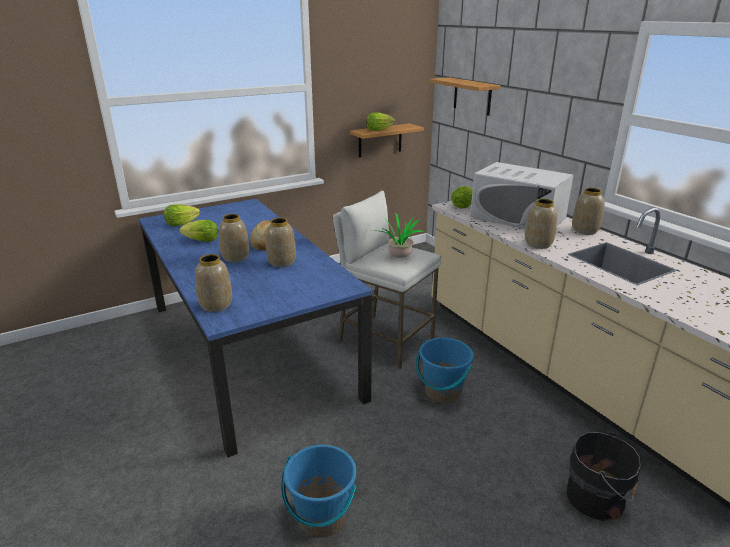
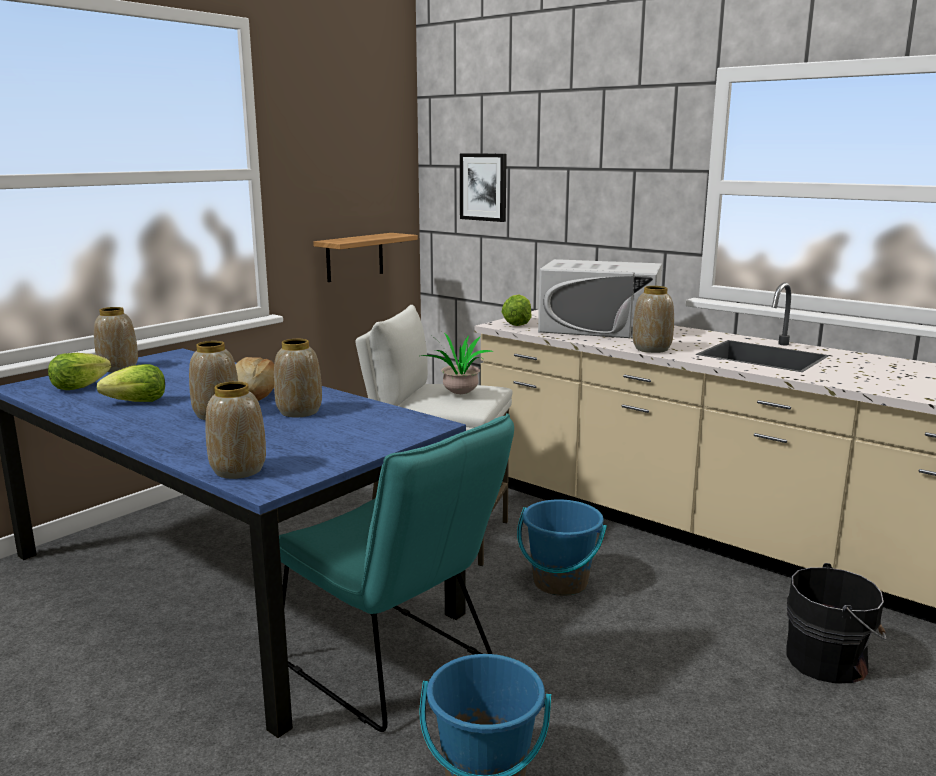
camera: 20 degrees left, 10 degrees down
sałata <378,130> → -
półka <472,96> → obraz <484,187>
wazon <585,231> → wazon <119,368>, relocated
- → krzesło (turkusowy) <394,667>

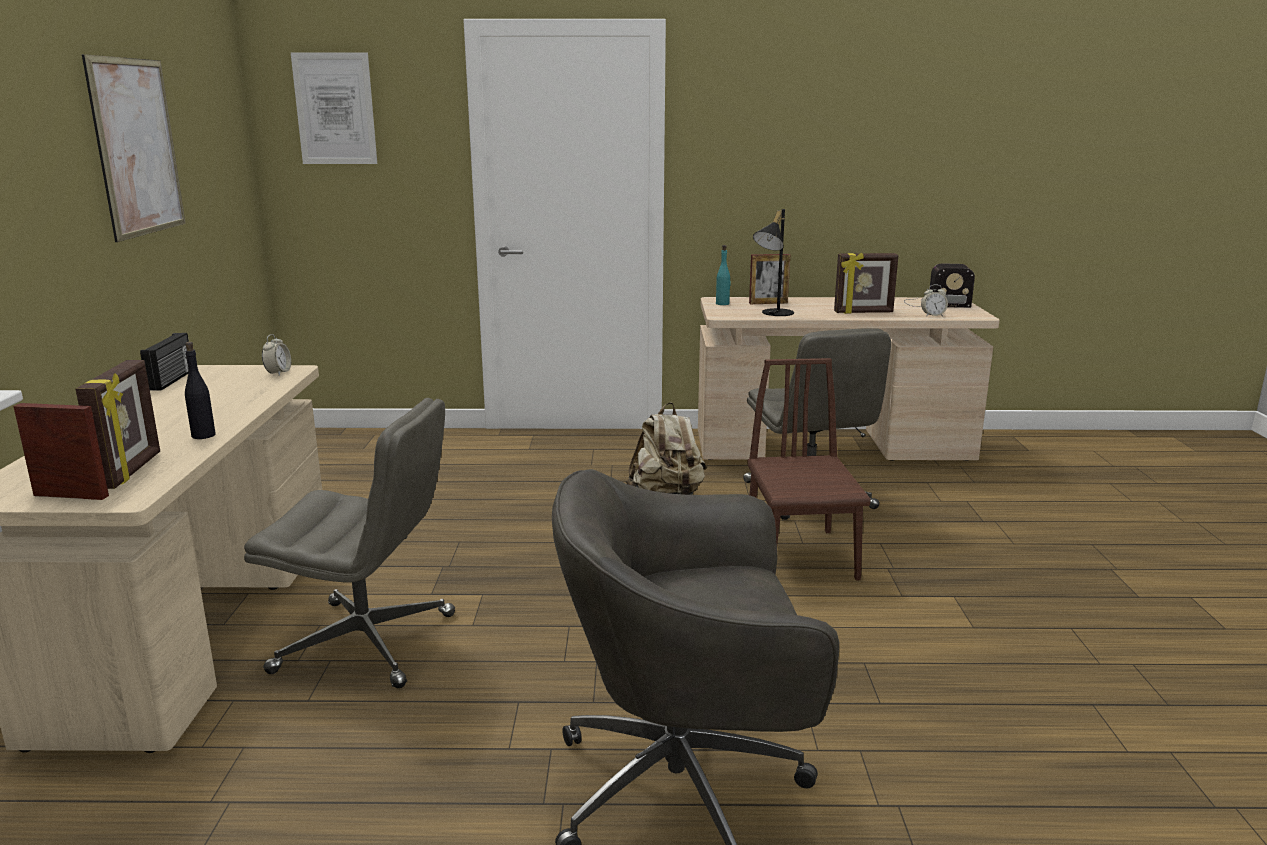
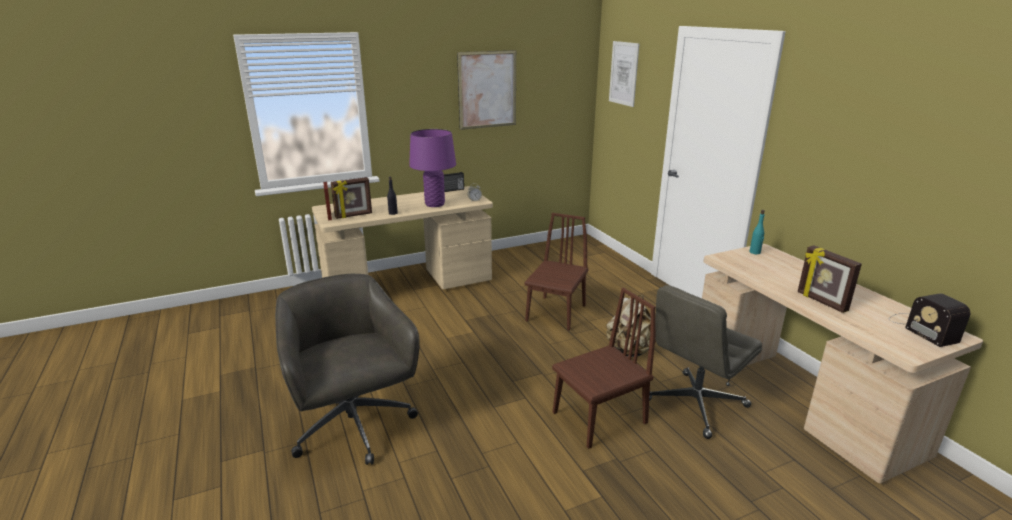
camera: 65 degrees right, 5 degrees up
krzesło biurowe (szary) <368,643> → -
ramka na zdjęcie <768,303> → -
lampa stołowa (czarny) <772,313> → -
budzik <933,315> → -
- → lampa stołowa (fioletowy) <435,204>
- → krzesło (brązowy) <556,313>

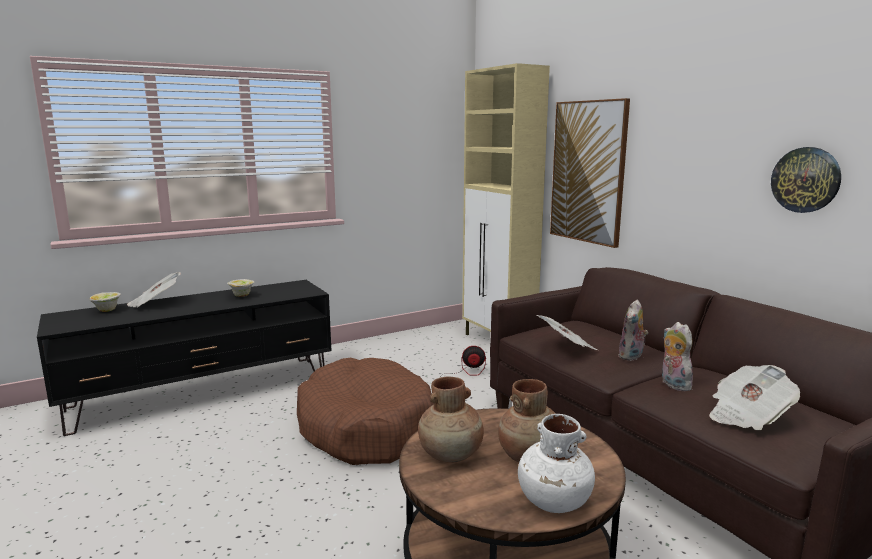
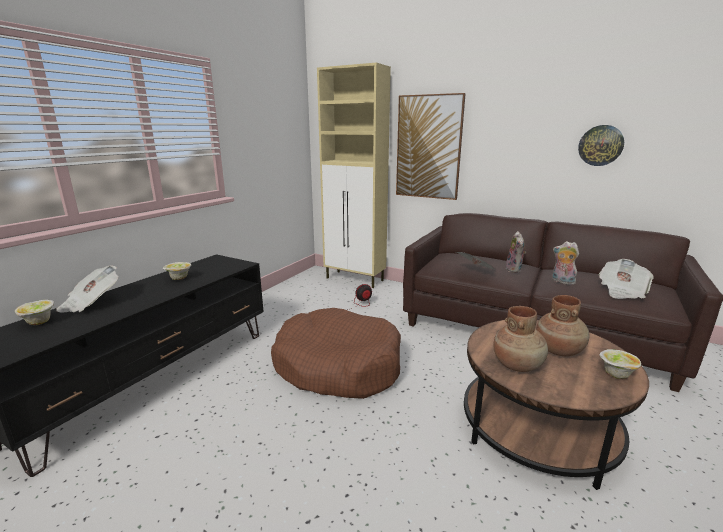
camera: 30 degrees left, 5 degrees up
wazon (biały) <553,501> → miska <615,374>

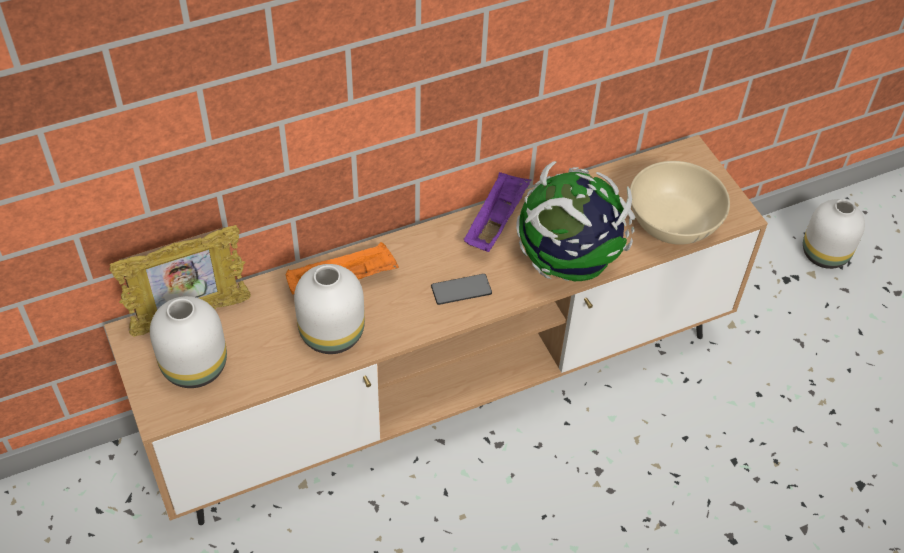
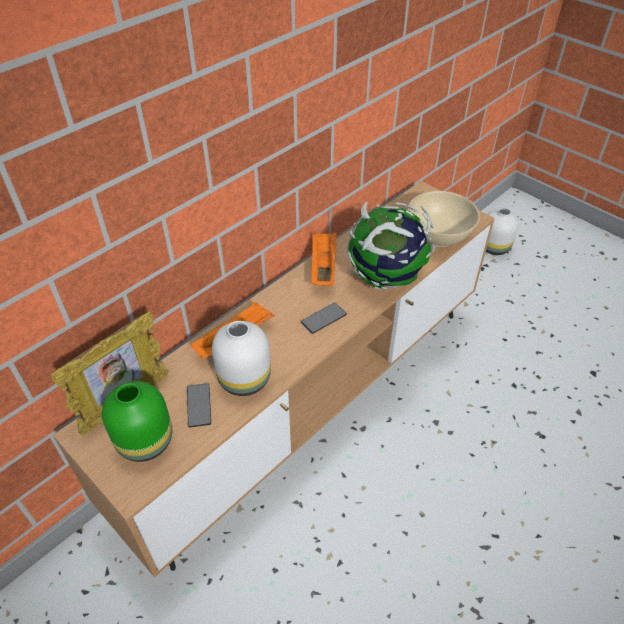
camera: 20 degrees left, 5 degrees down
wazon (biały) <197,366> → wazon (zielony) <147,440>
taca (fioletowy) <496,221> → taca (pomarańczowy) <323,267>
- → telefon <199,405>

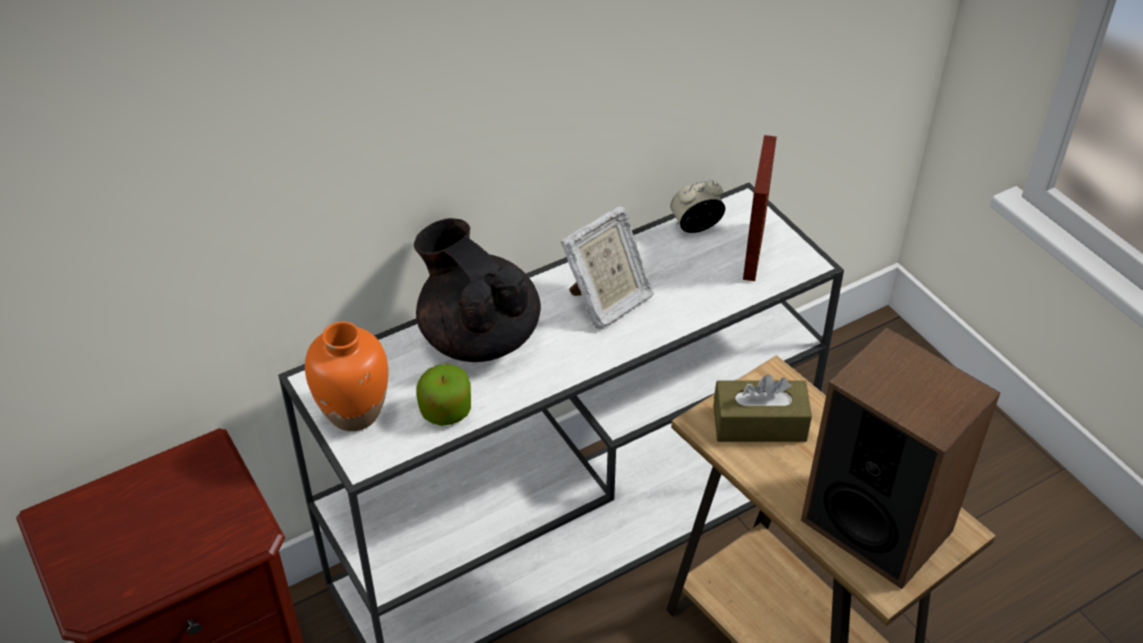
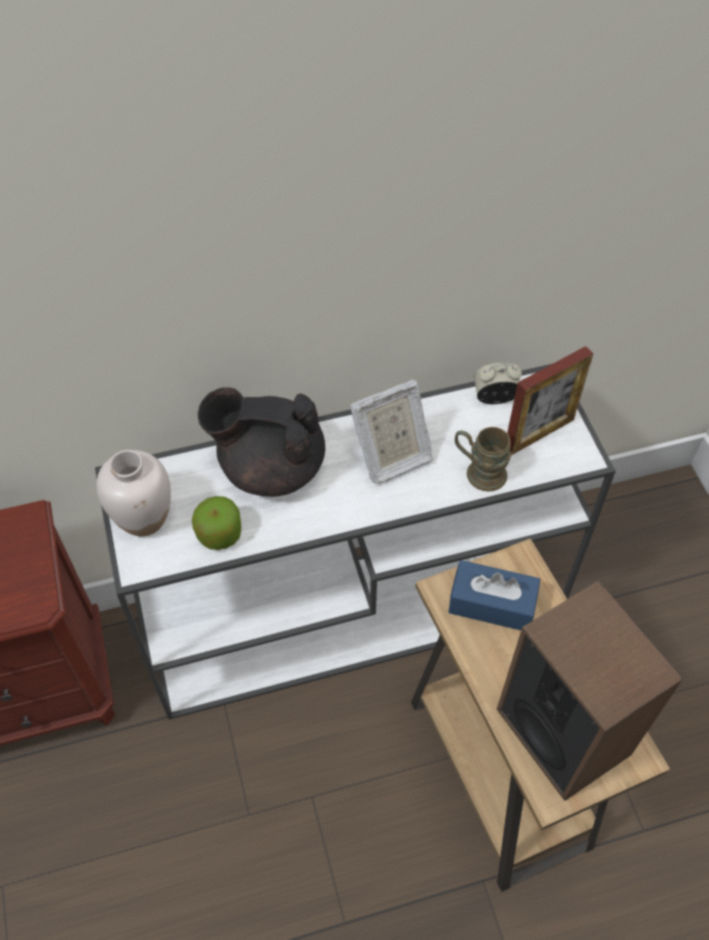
camera: 15 degrees right, 10 degrees up
wazon (pomarańczowy) <355,413> → wazon (biały) <144,518>
imbryk (czarny) <478,335> → imbryk (czarny) <270,467>, 60 degrees counterclockwise
pudełko chusteczek (brązowy) <759,423> → pudełko chusteczek (niebieski) <492,604>
ramka na zdjęcie <754,250> → ramka na zdjęcie <539,433>, 150 degrees counterclockwise
- → kubek (brązowy) <478,472>

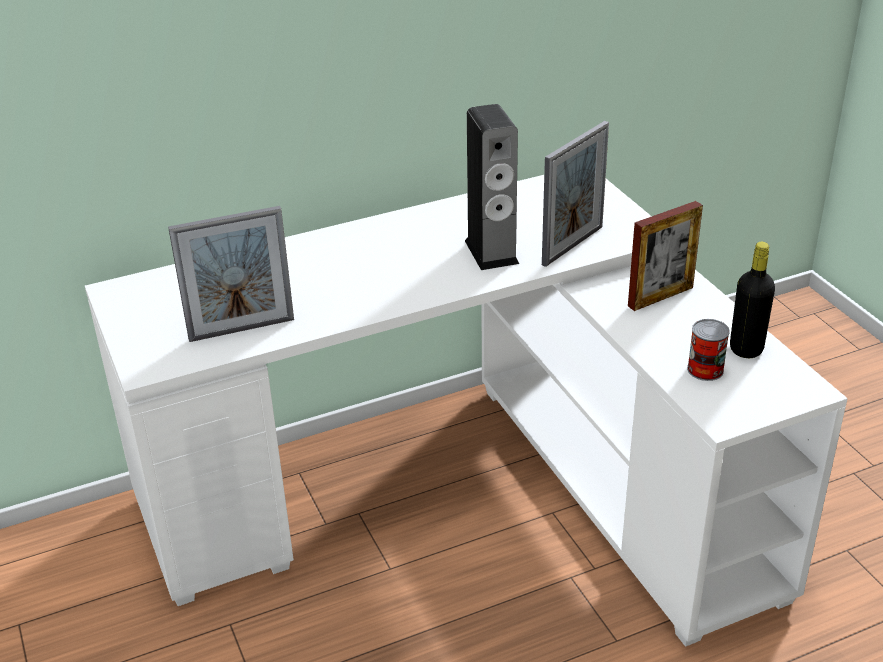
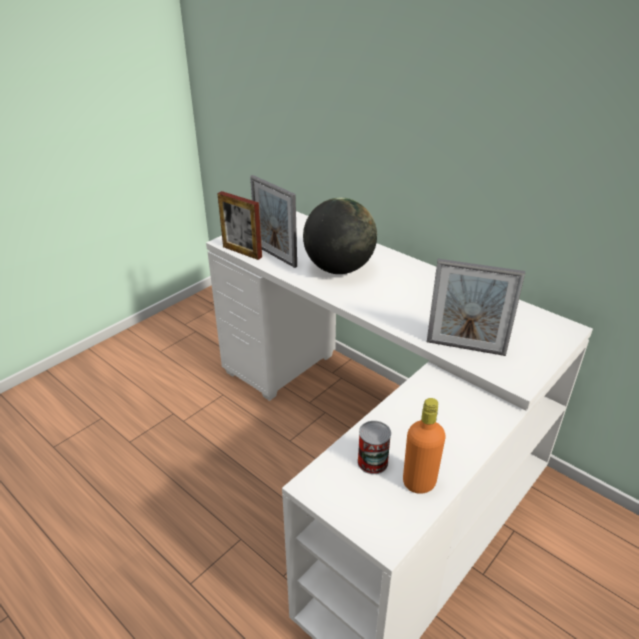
camera: 65 degrees right, 0 degrees up
głośnik <491,252> → -
ramka na zdjęcie <660,297> → ramka na zdjęcie <242,252>, relocated
butelka (czarny) <746,349> → butelka (pomarańczowy) <419,482>
- → globus <339,269>

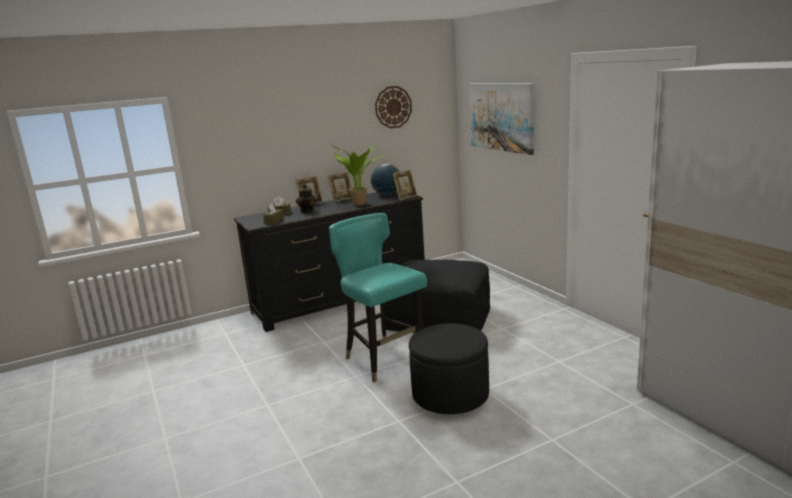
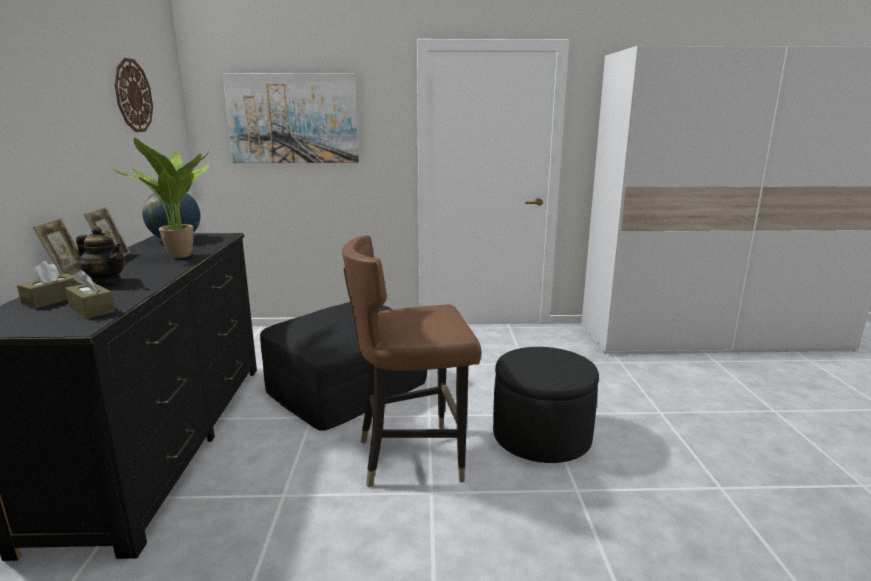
camera: 65 degrees left, 0 degrees up
krzesło (turkusowy) <384,360> → krzesło (brązowy) <412,456>
ramka na zdjęcie <406,197> → -

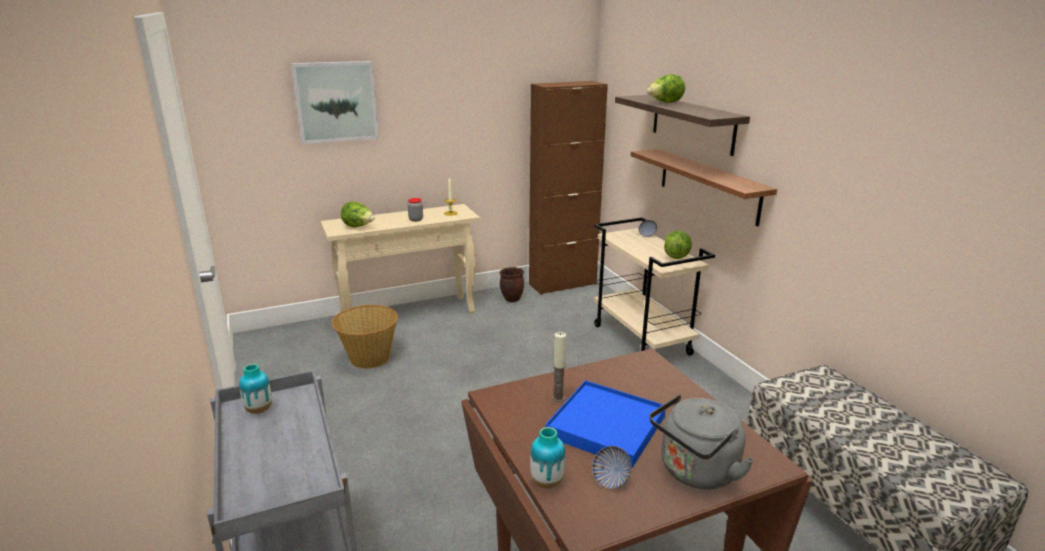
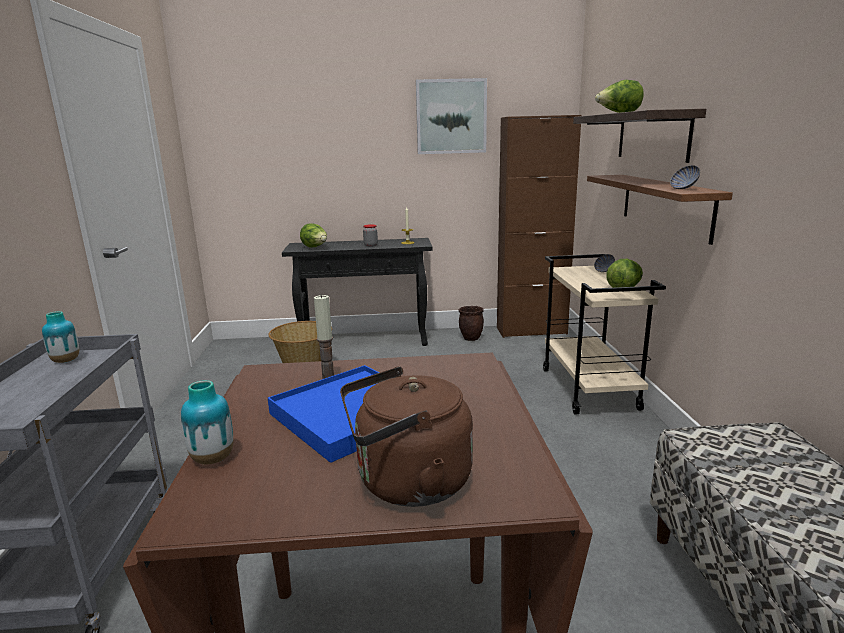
camera: 20 degrees right, 5 degrees down
obraz <336,102> → obraz <451,117>, relocated
stolik konsolowy (beżowy) <409,315> → stolik konsolowy (czarny) <365,341>
miska <610,479> → miska <683,188>, relocated
czajnik (szary) <695,472> → czajnik (brązowy) <407,483>

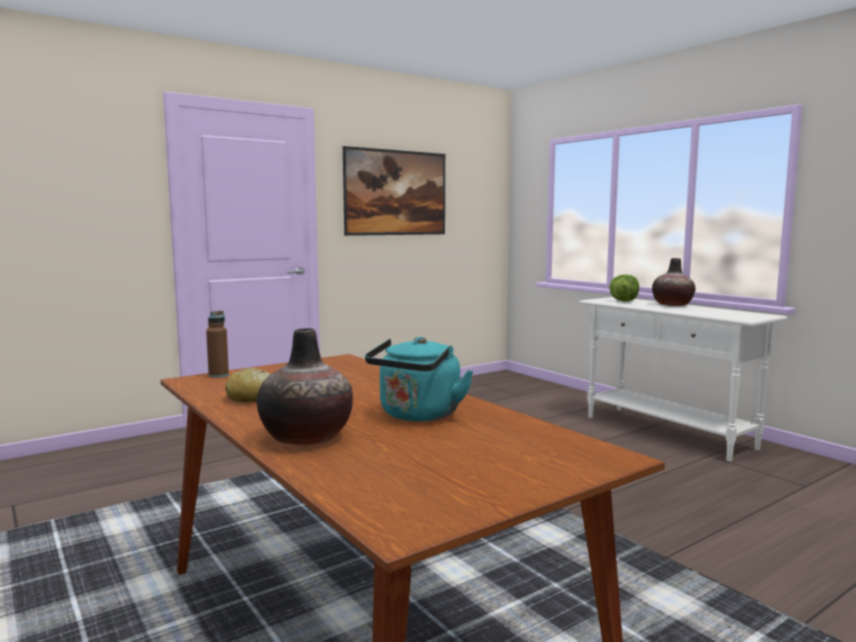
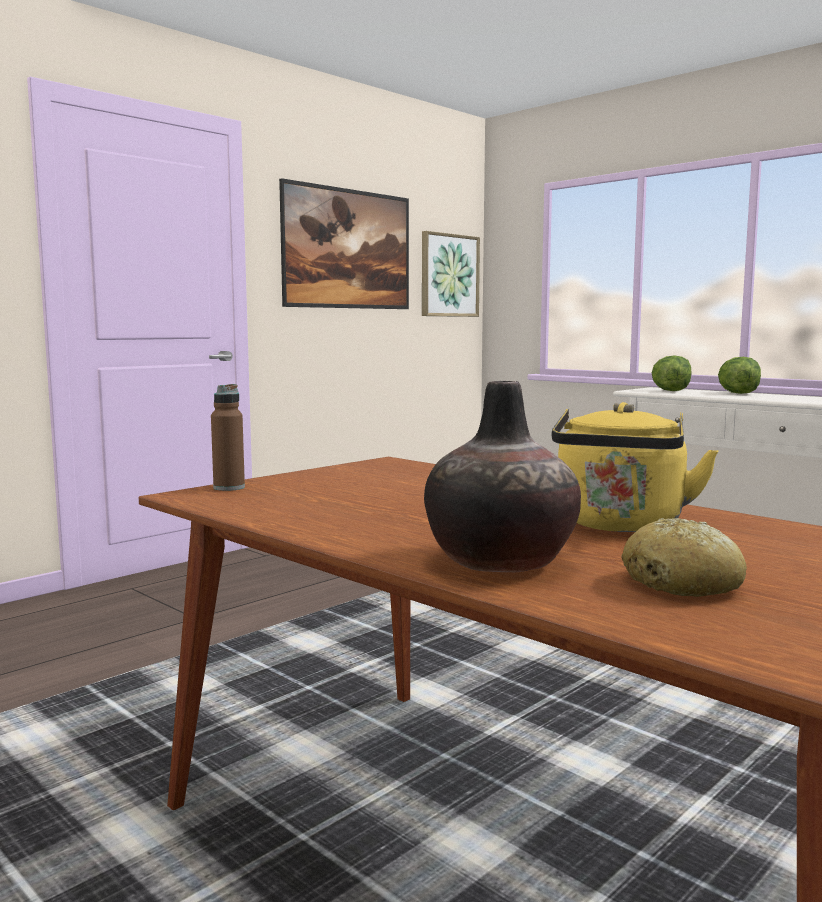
camera: 10 degrees left, 0 degrees up
chleb <252,397> → chleb <683,584>, relocated
czajnik (turkusowy) <418,415> → czajnik (żółty) <620,525>
wazon <672,305> → sałata <738,393>
- → obraz <449,275>

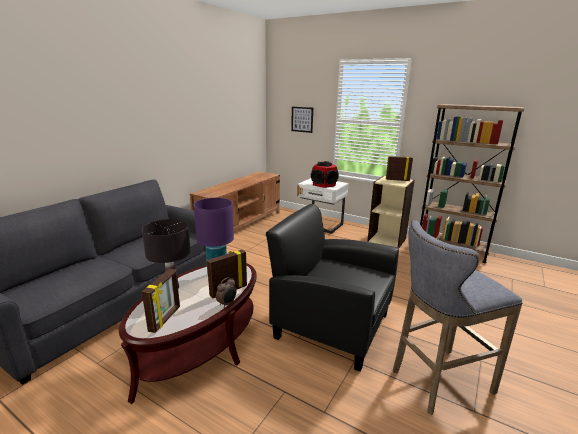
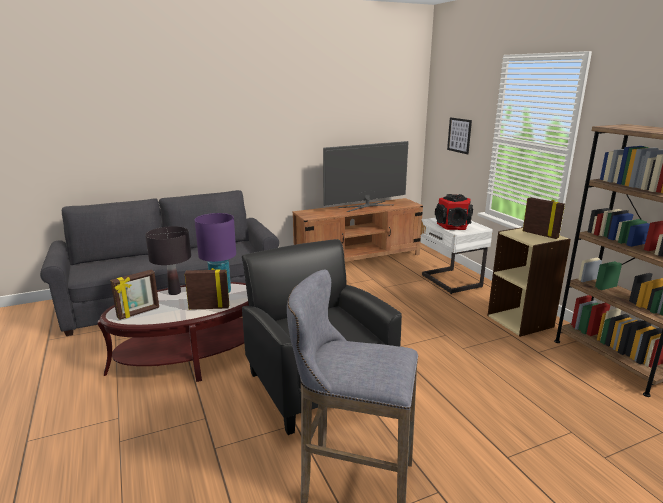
camera: 35 degrees right, 0 degrees up
budzik <227,304> → -
- → telewizor <366,206>

